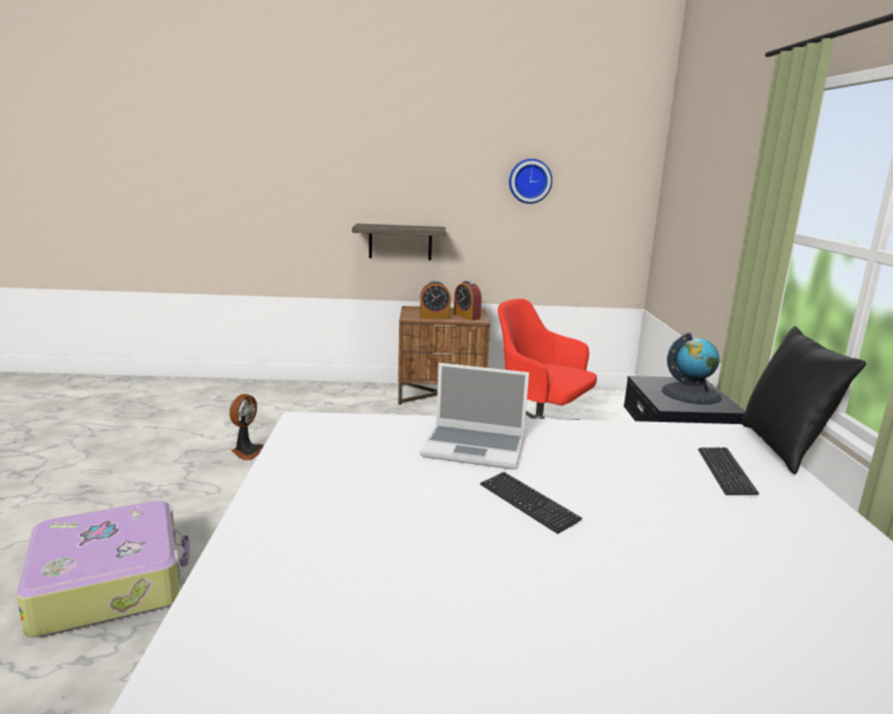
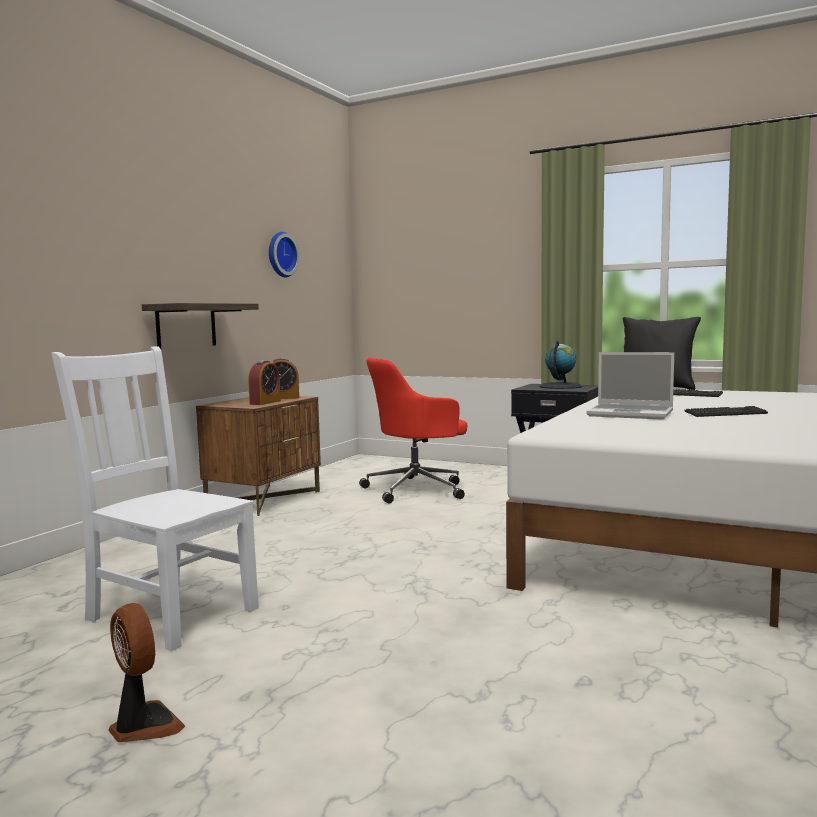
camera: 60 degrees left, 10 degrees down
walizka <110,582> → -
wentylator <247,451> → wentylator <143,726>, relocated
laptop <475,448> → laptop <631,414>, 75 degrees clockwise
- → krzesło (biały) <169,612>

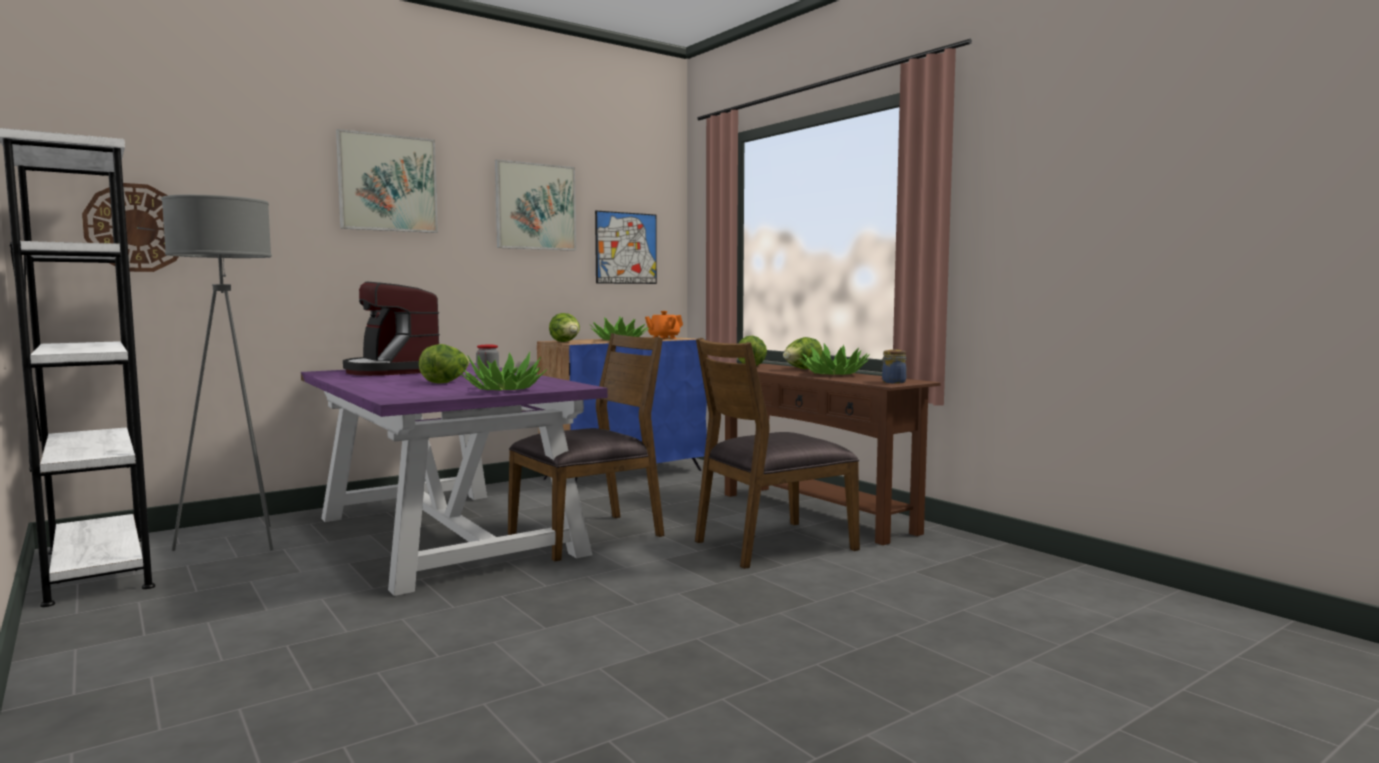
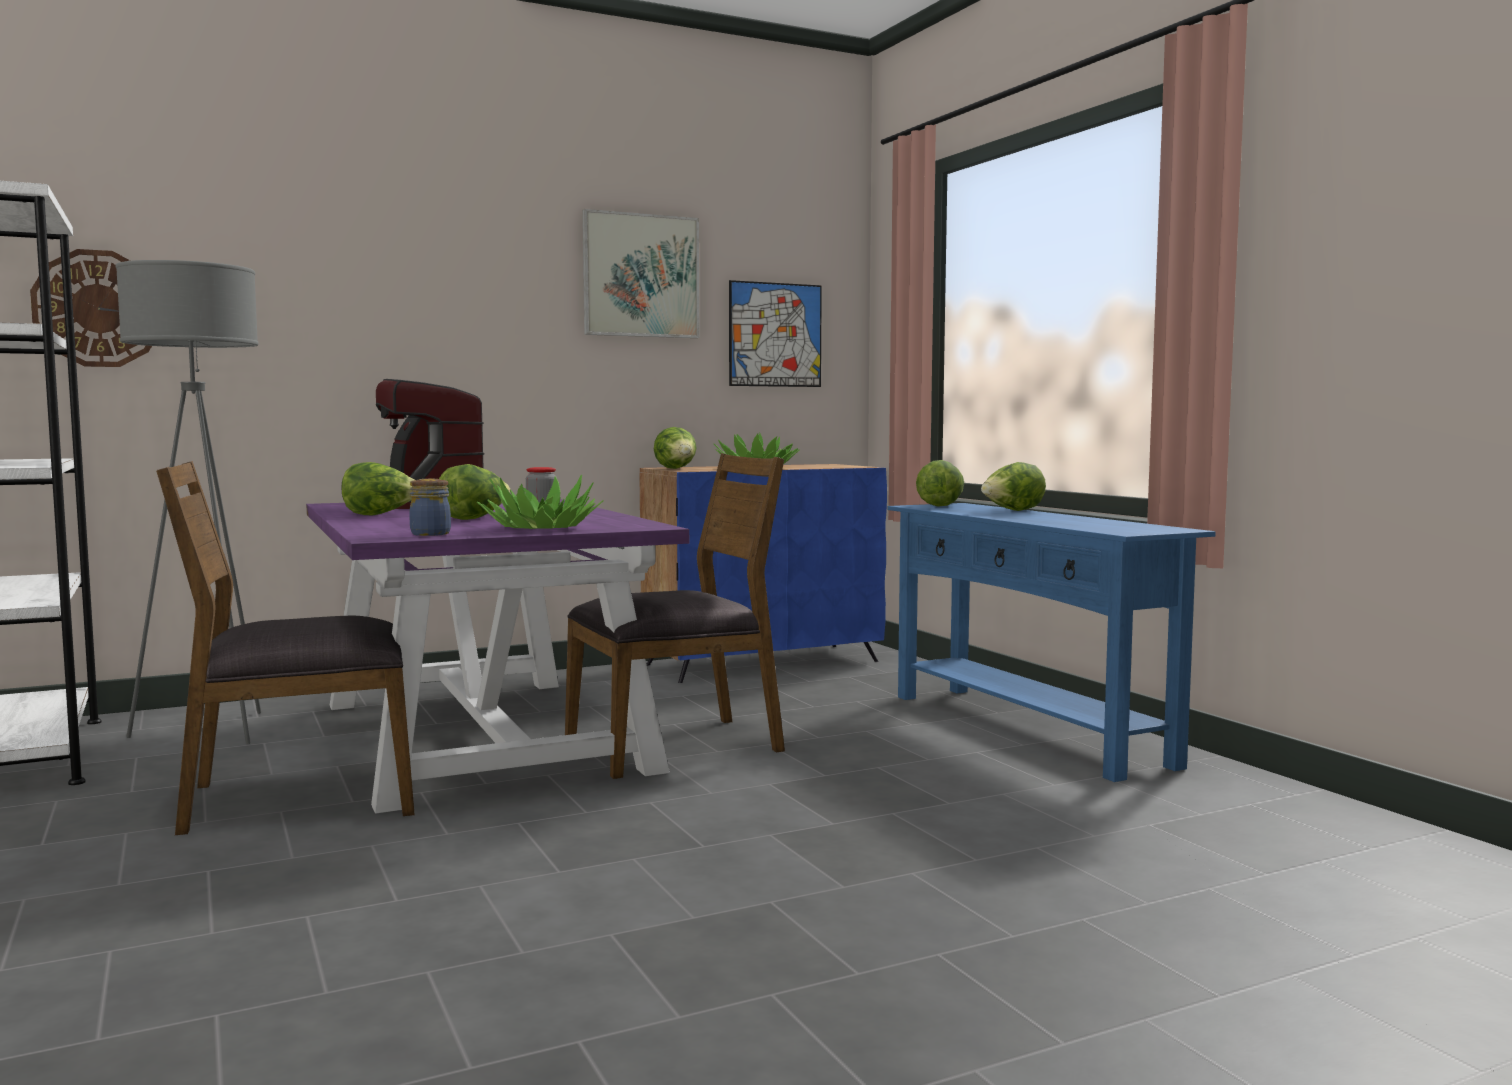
camera: 10 degrees right, 0 degrees up
obraz <388,183> → -
imbryk (pomarańczowy) <663,338> → -
krzesło (brązowy) <772,544> → krzesło (brązowy) <300,798>, relocated
stolik konsolowy (brązowy) <816,512> → stolik konsolowy (niebieski) <1027,729>
roślina doniczkowa <833,374> → -
słoik <893,382> → słoik <430,534>, relocated
- → sałata <380,515>

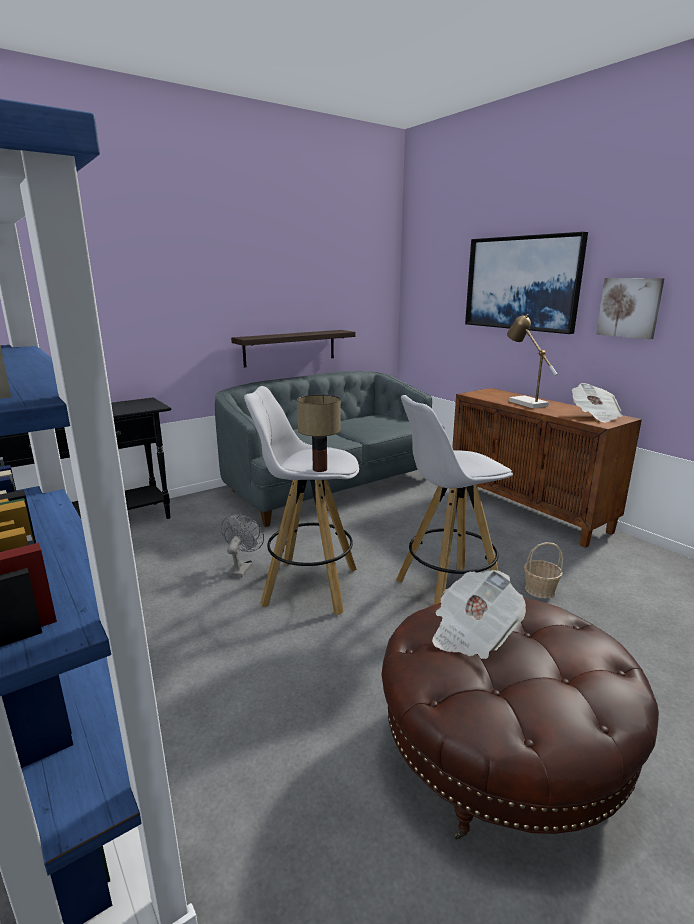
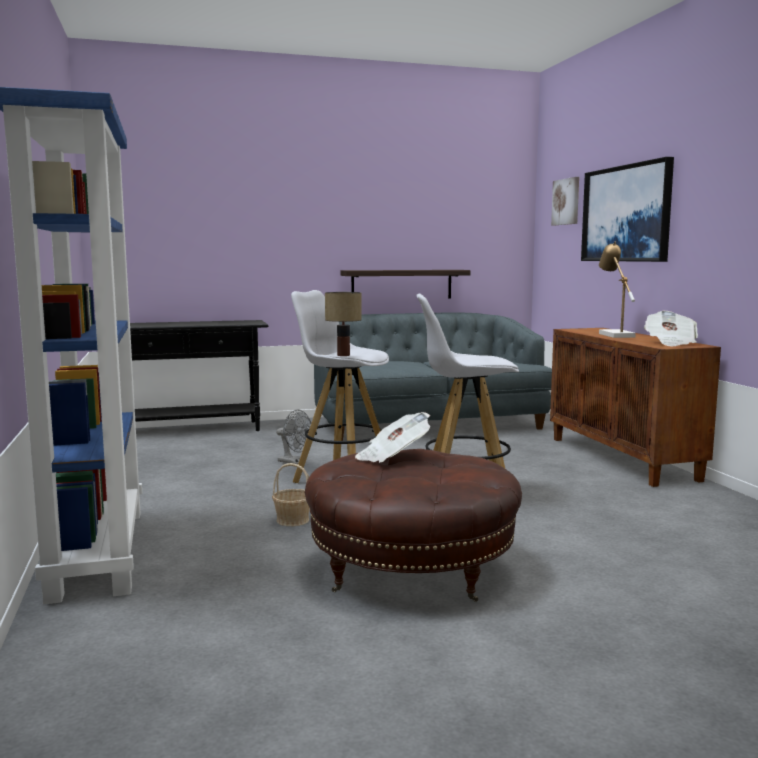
camera: 20 degrees right, 10 degrees down
wentylator (szary) <241,567> → wentylator (szary) <295,462>, 90 degrees clockwise
koszyk <539,590> → koszyk <292,520>, relocated
obraz <629,307> → obraz <566,201>, relocated

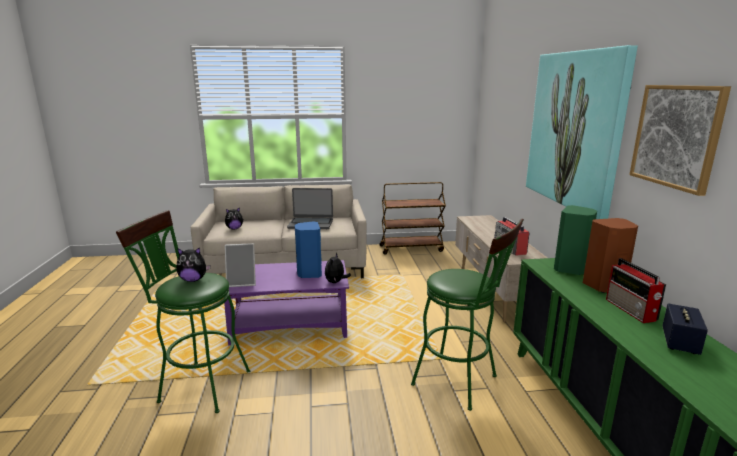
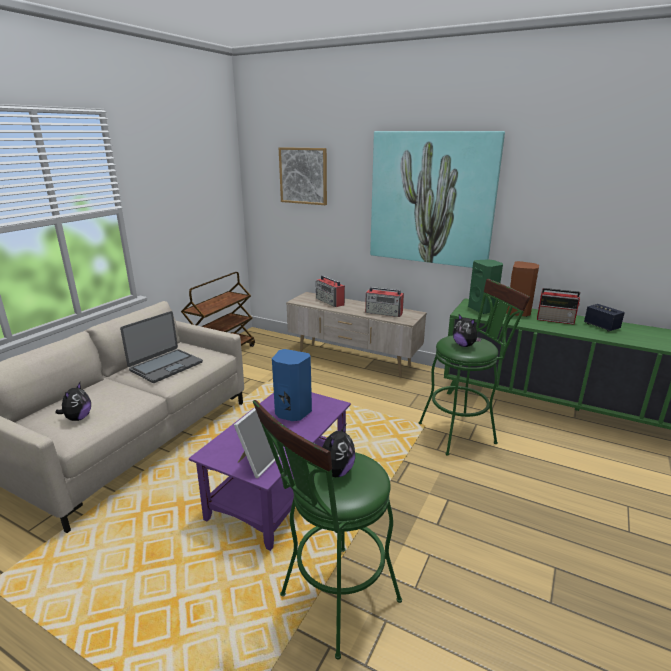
camera: 55 degrees left, 5 degrees up
pluszak <336,282> → pluszak <464,345>, relocated
obraz <676,136> → obraz <303,176>, relocated
- → radio <330,302>

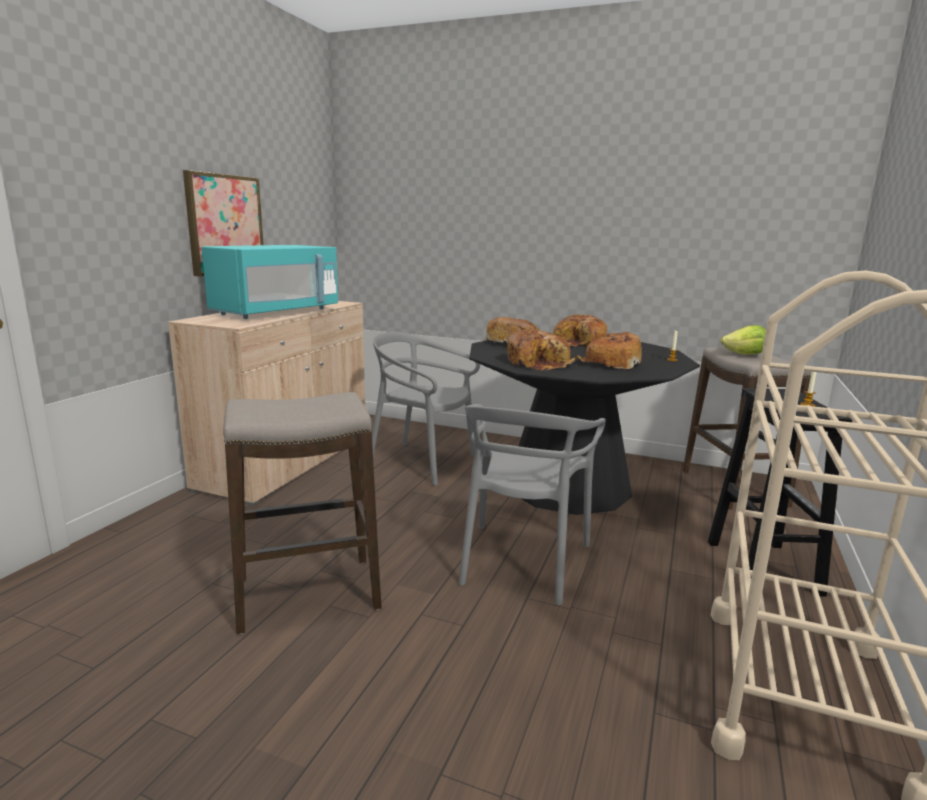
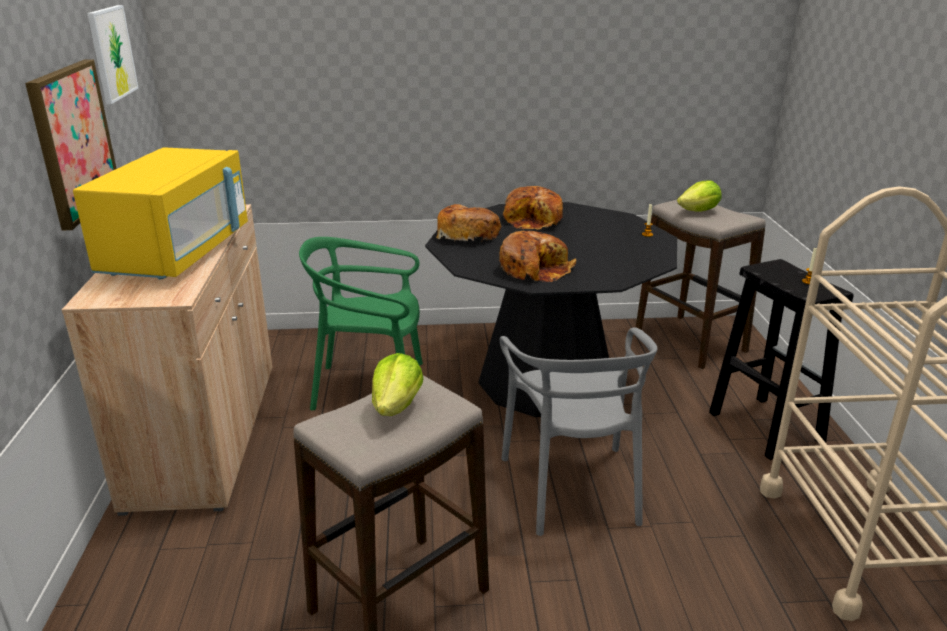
camera: 25 degrees left, 10 degrees up
mikrofalówka (turkusowy) <276,312> → mikrofalówka (żółty) <178,253>
krzesło (szary) <422,462> → krzesło (zielony) <370,388>
chleb <609,363> → -
- → obraz <112,53>
- → sałata <397,406>

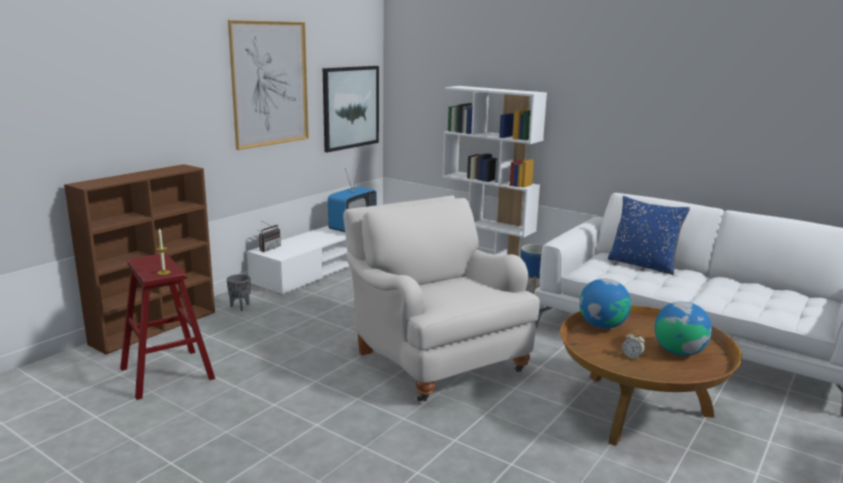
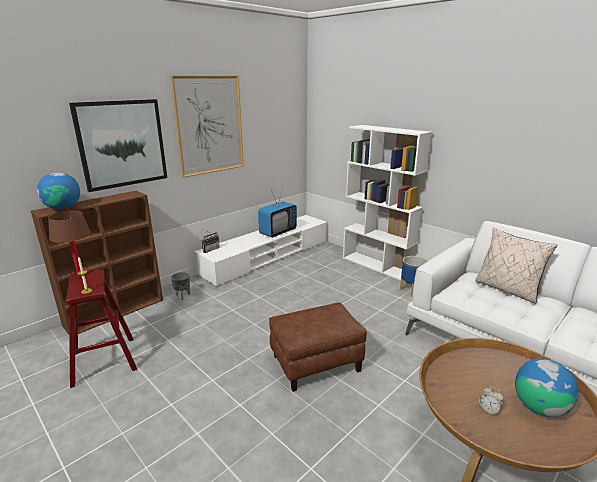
camera: 10 degrees right, 5 degrees up
obraz <350,107> → obraz <122,144>, relocated
fotel (biały) <435,359> → pufa (brązowy) <316,363>
globus <602,325> → globus <63,208>, relocated
poduszka (niebieski) <643,265> → poduszka (beżowy) <507,289>
- → lampa stołowa (brązowy) <80,275>

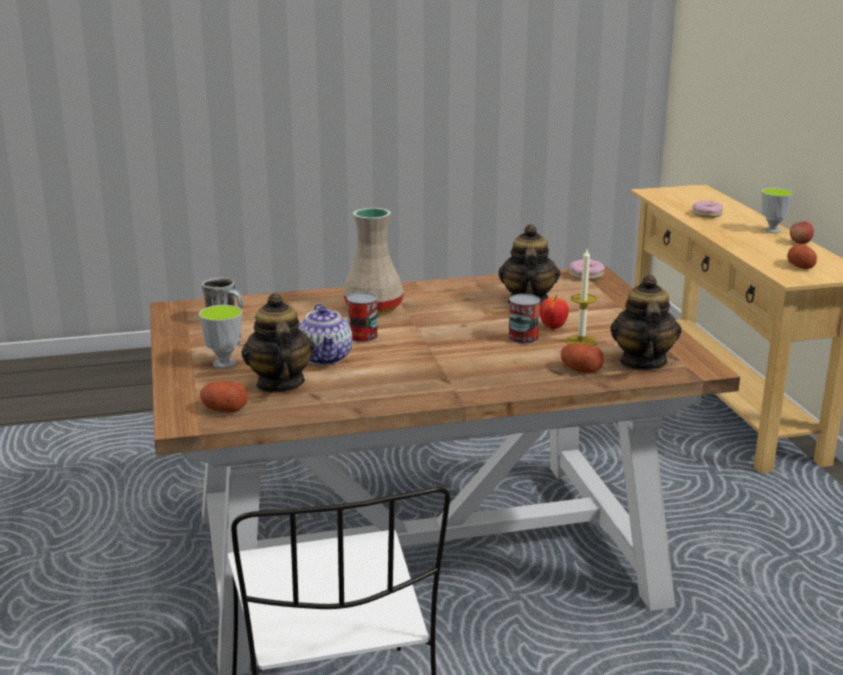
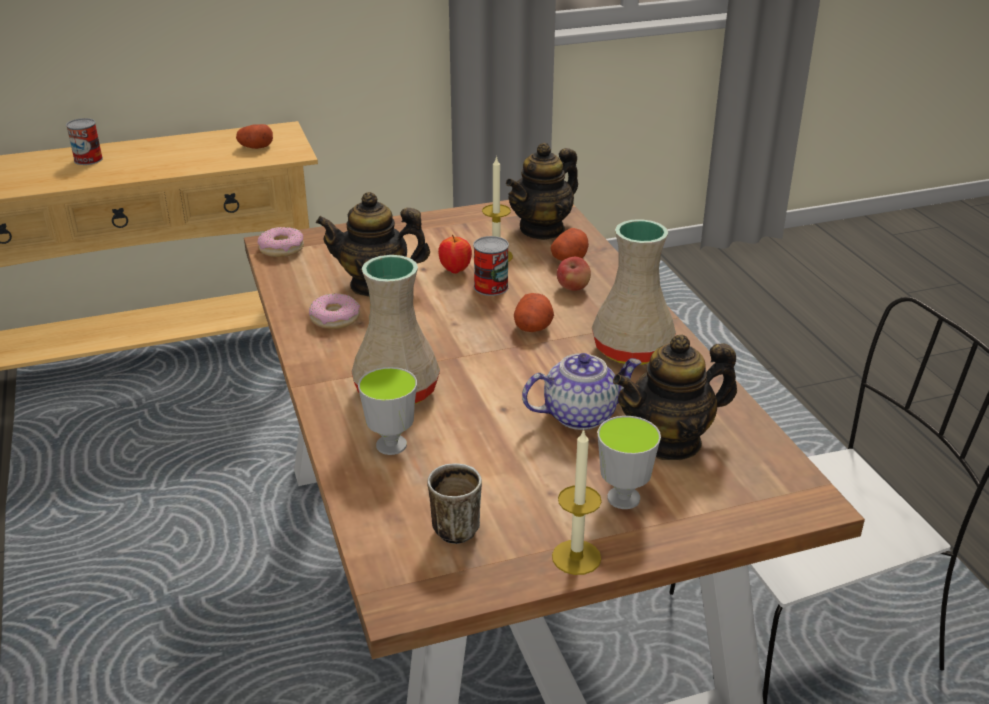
camera: 95 degrees left, 10 degrees up
ziemniak <223,409> → ziemniak <533,327>, relocated
puszka <362,336> → puszka <88,159>, relocated
imbryk <642,362> → imbryk <542,229>, 45 degrees counterclockwise
donut <707,214> → donut <335,318>, relocated
filiżanka <772,230> → filiżanka <391,445>, relocated
jabłko <800,242> → jabłko <573,288>, relocated
- → świeca <576,557>
- → wazon (beżowy) <633,351>

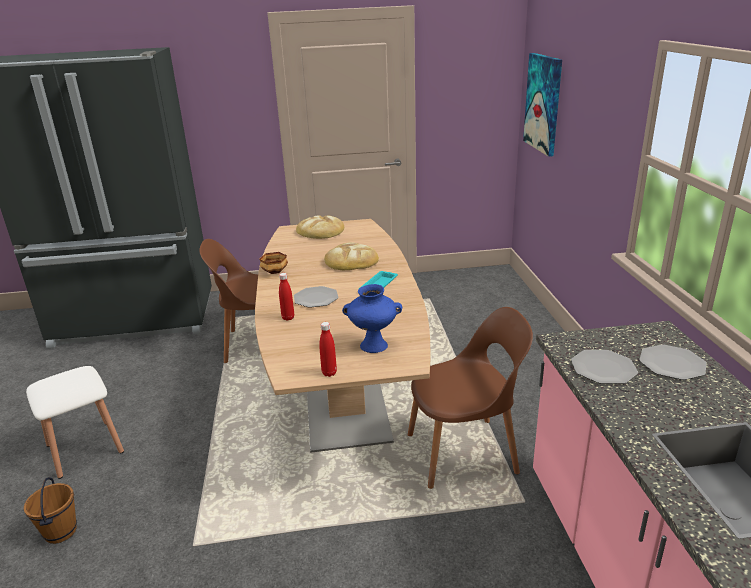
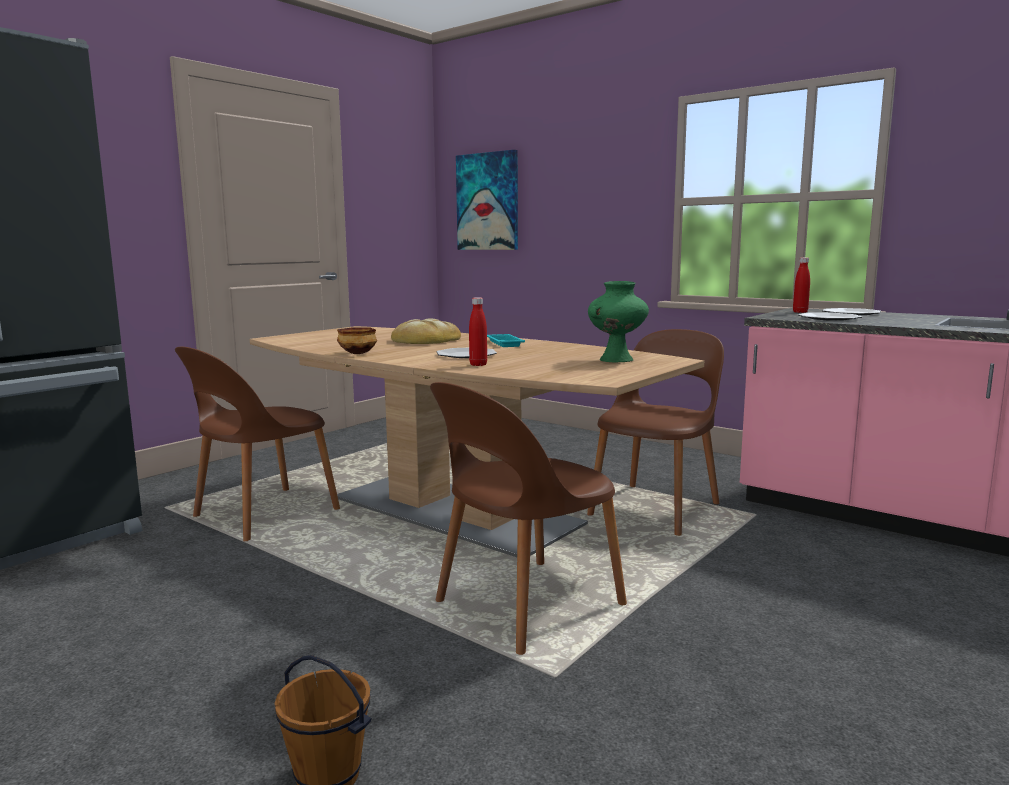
camera: 45 degrees left, 15 degrees down
stołek (biały) <85,448> → -
chleb <321,231> → -
butelka (czerwony) <329,373> → butelka (czerwony) <800,312>, relocated
wazon (niebieski) <373,346> → wazon (zielony) <616,360>
- → krzesło (brązowy) <525,606>

